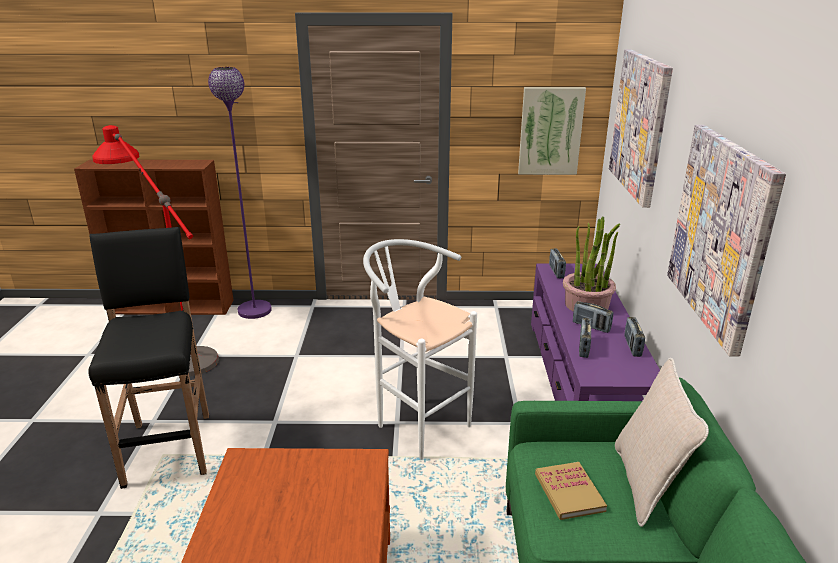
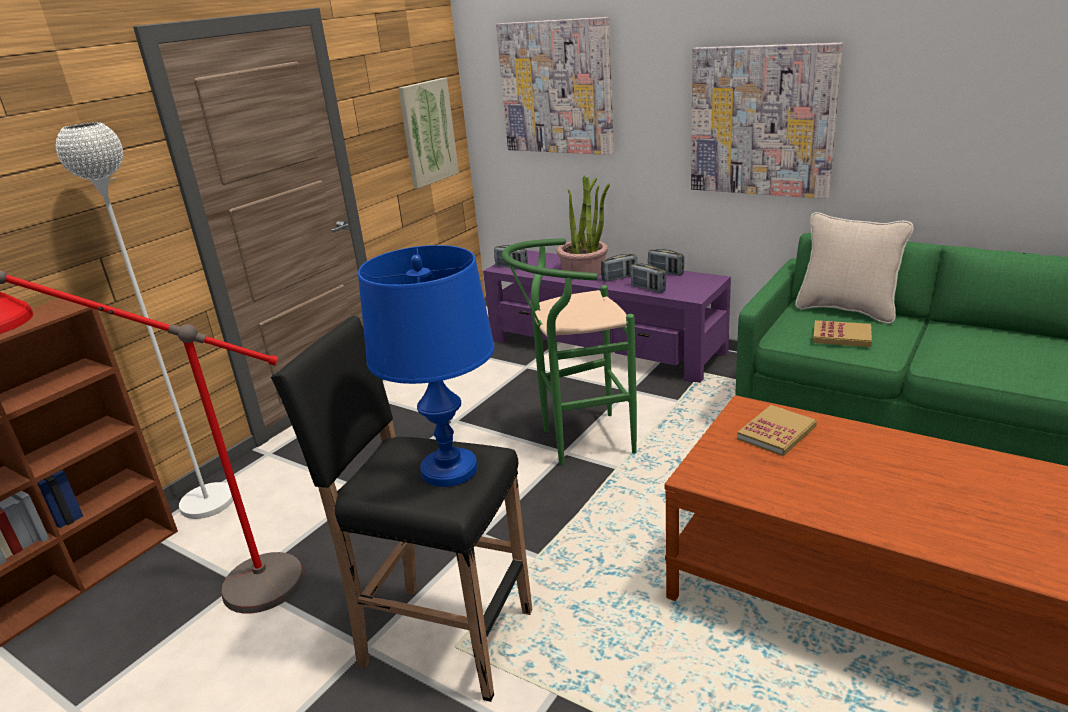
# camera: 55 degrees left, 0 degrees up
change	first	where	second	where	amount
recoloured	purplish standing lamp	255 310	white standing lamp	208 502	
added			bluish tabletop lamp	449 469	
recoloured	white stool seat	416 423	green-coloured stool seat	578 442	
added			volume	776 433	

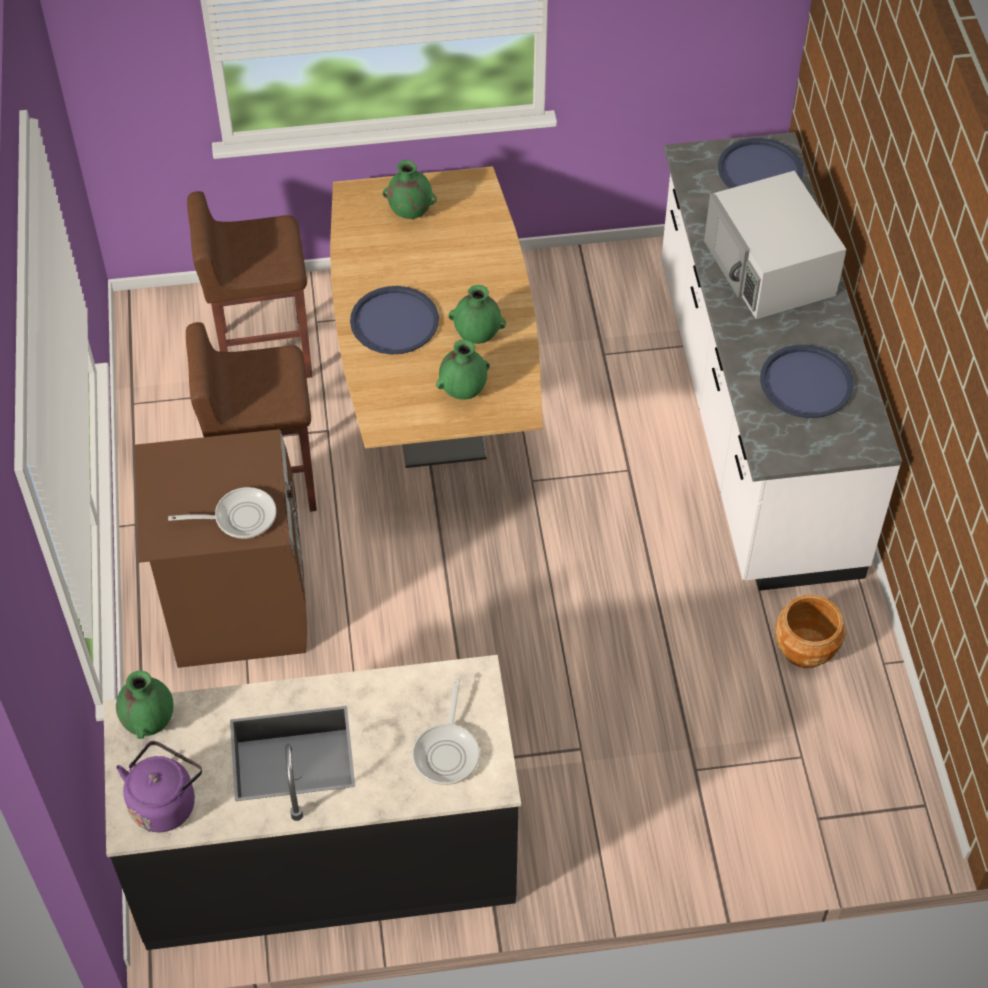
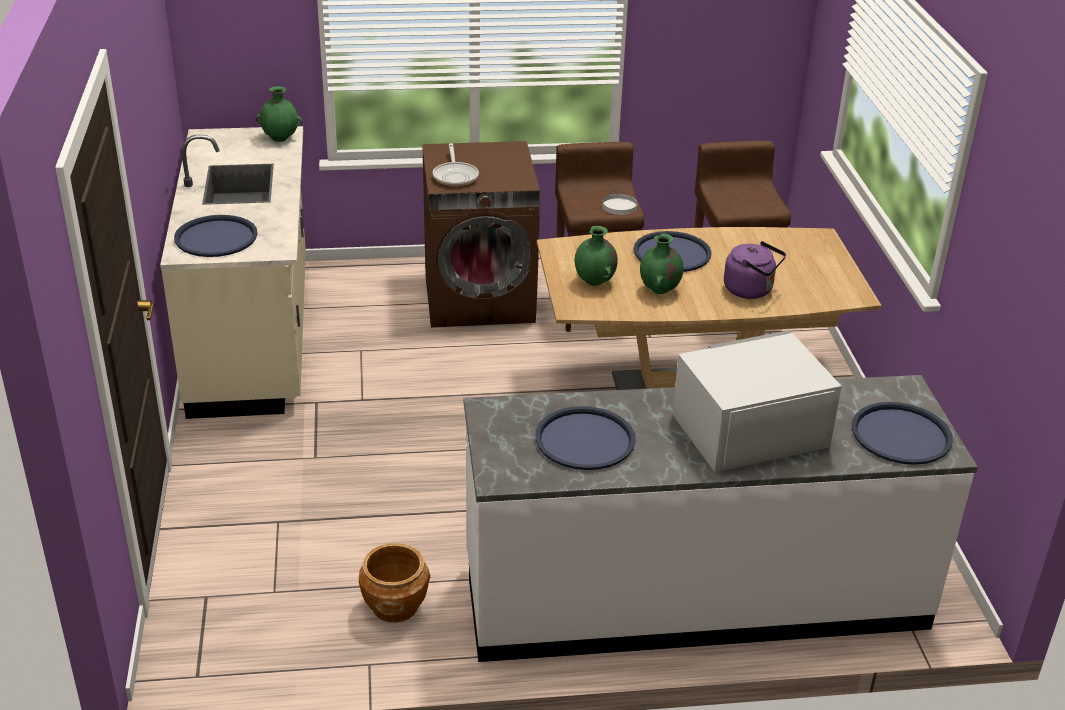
# camera: 90 degrees right, 20 degrees down
change	first	where	second	where	amount
recoloured	blackish counter	326 856	beige counter	254 336	
replaced	pan	447 751	bluish tray	216 237	
added			white flat dish	619 206	
moved	purplish kettle	165 802		751 290	
removed	green-coloured vase	410 213			

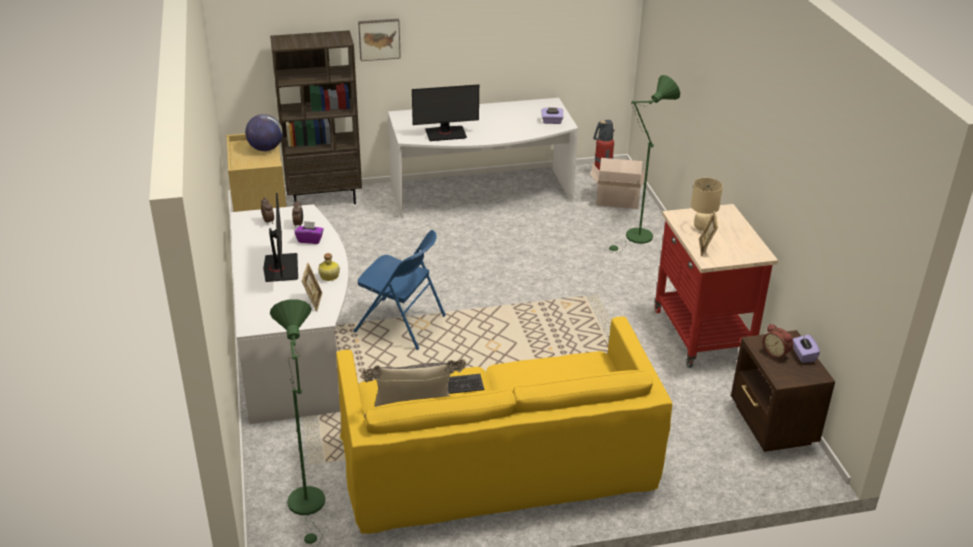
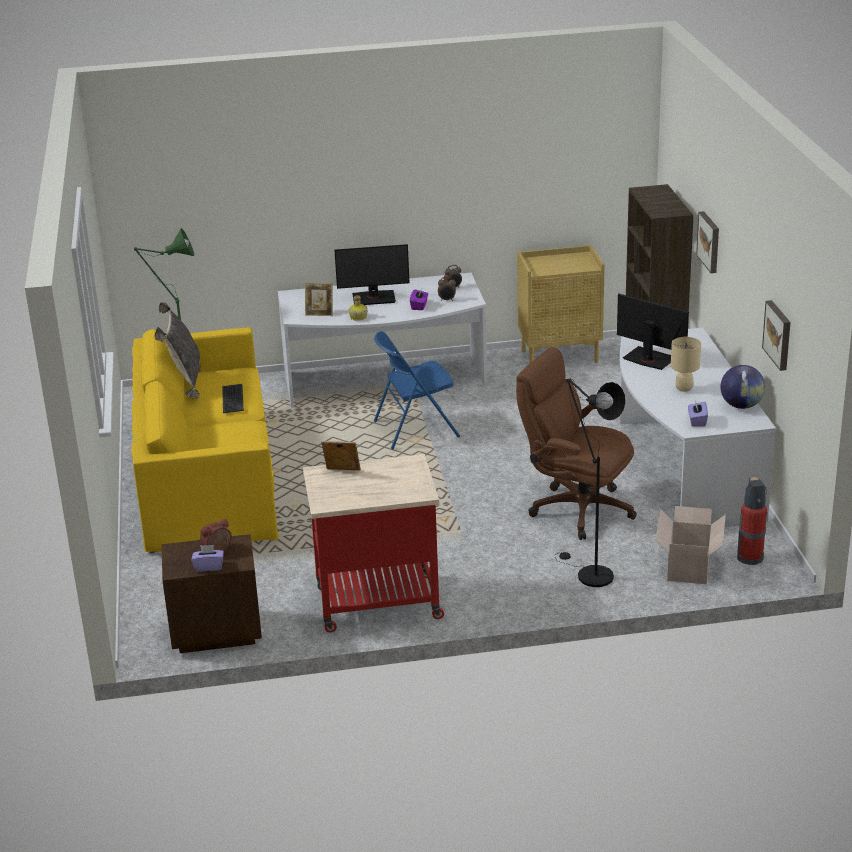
# camera: 95 degrees right, 5 degrees down
change	first	where	second	where	amount
turned	bluish plain chair	400 324		416 429	45 degrees clockwise
added			brownish computer chair	576 508	
recoloured	green-coloured standing lamp	636 238	blackish standing lamp	589 574	
turned	computer screen	445 133		649 359	135 degrees clockwise
moved	beige tabletop lamp	701 228		683 389	
moved	desk globe	265 149		741 406	
added			wall art	779 334	

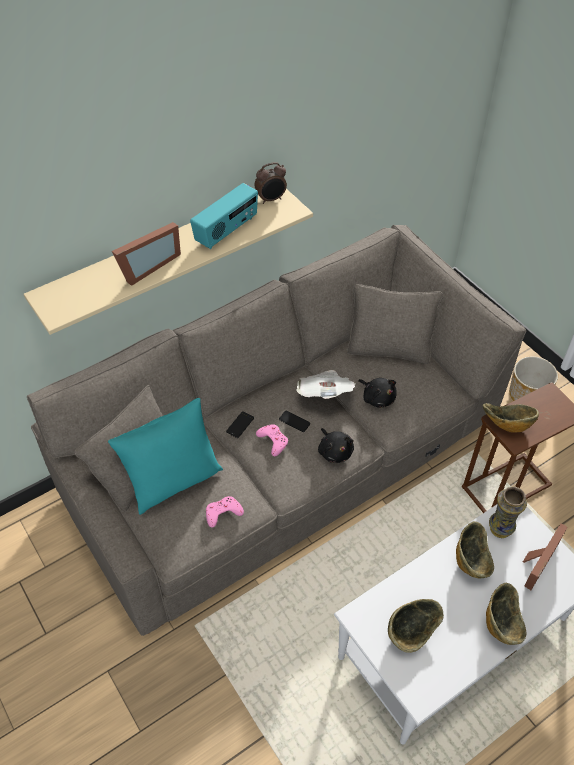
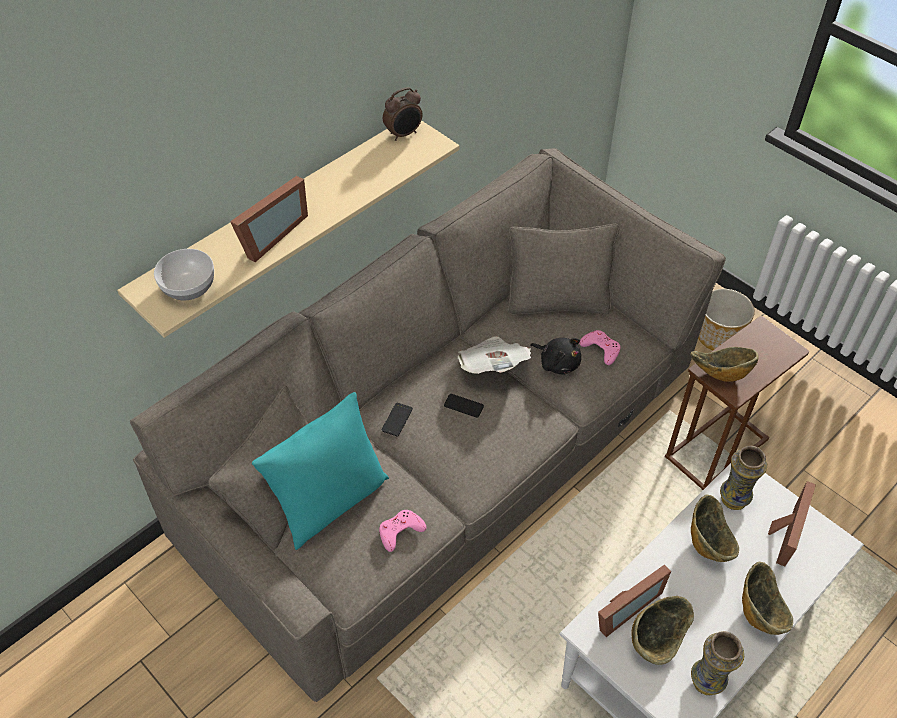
# camera: 10 degrees left, 0 degrees up
change	first	where	second	where	amount
added			bowl	190 287	
moved	pink-coloured joypad	273 441		601 349	
added			standing frame	622 607	
added			vase	707 682	
removed	radio receiver	227 231			
removed	blackish soft toy	335 451			

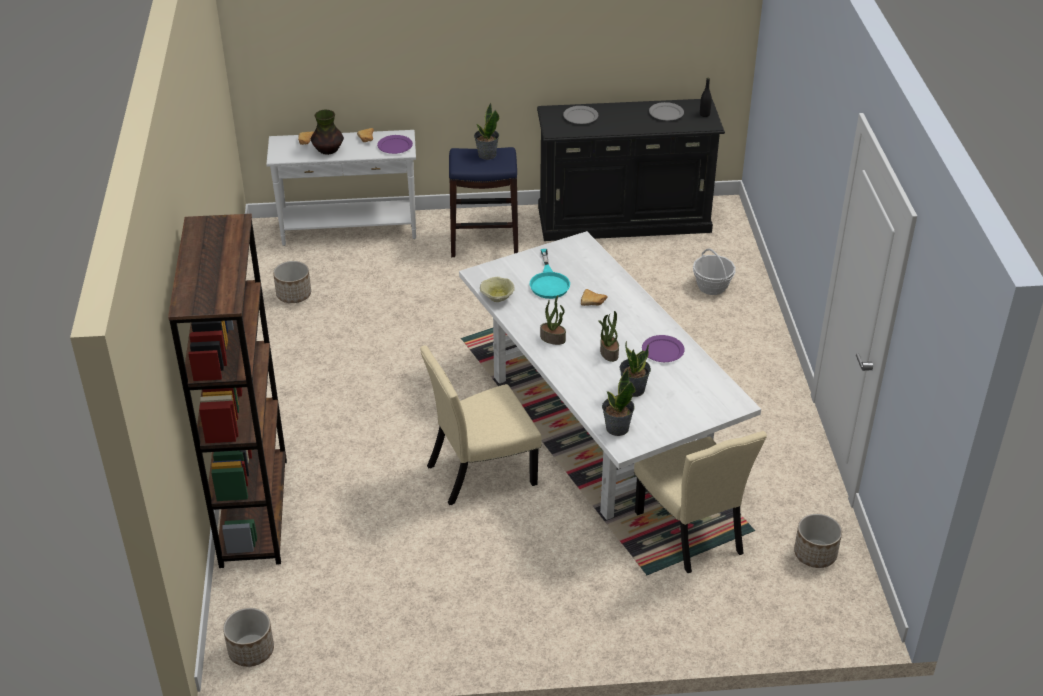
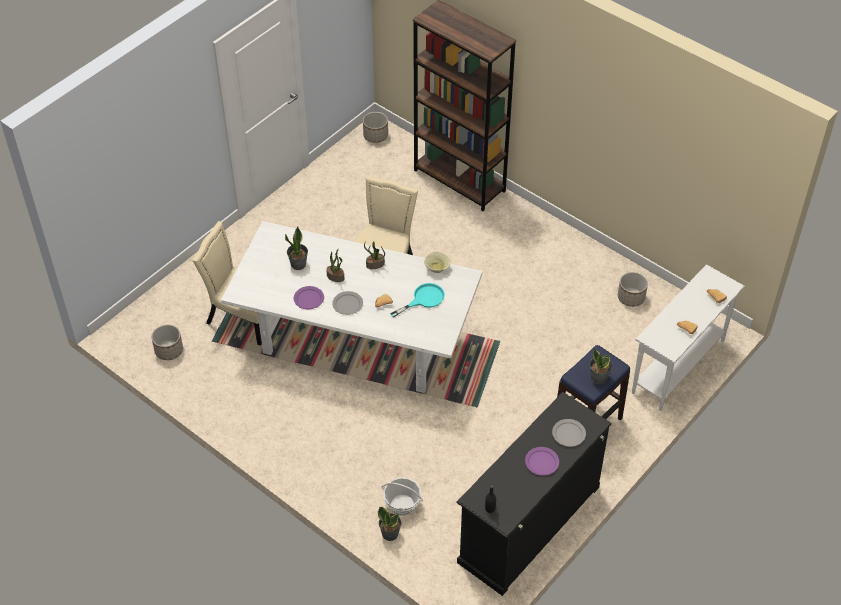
# camera: 135 degrees right, 10 degrees up
change	first	where	second	where	amount
moved	greyish flat dish	666 113		347 304	
moved	plant in a pot	617 428		390 533	
turned	turquoise pan	549 282		423 299	105 degrees clockwise
moved	purplish flat dish	394 146		542 462	
removed	vase	328 150			

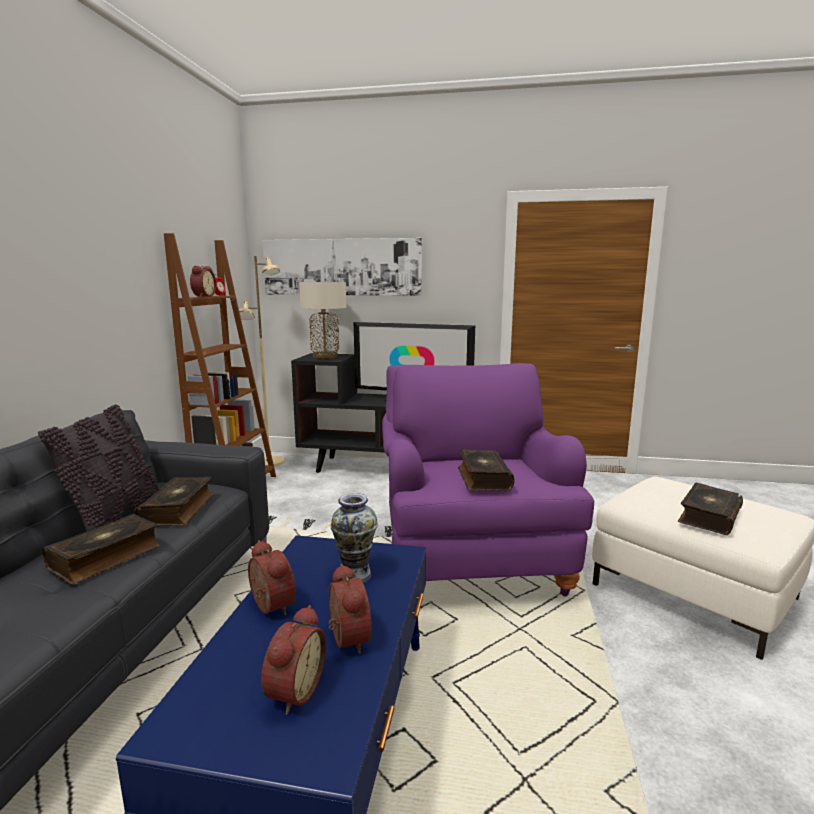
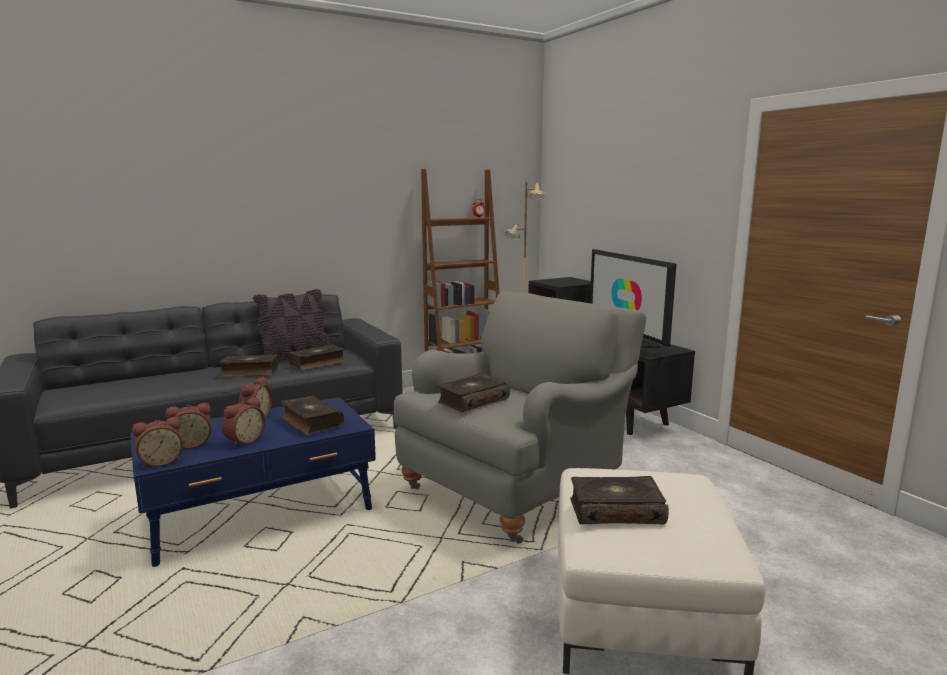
# camera: 50 degrees right, 0 degrees up
change	first	where	second	where	amount
moved	alarm clock	203 296		161 461	
replaced	vase	354 575	volume	310 423	
recoloured	purplish easy chair	470 555	greyish easy chair	517 487	
removed	wall art	341 267			
removed	tabletop lamp	325 357			

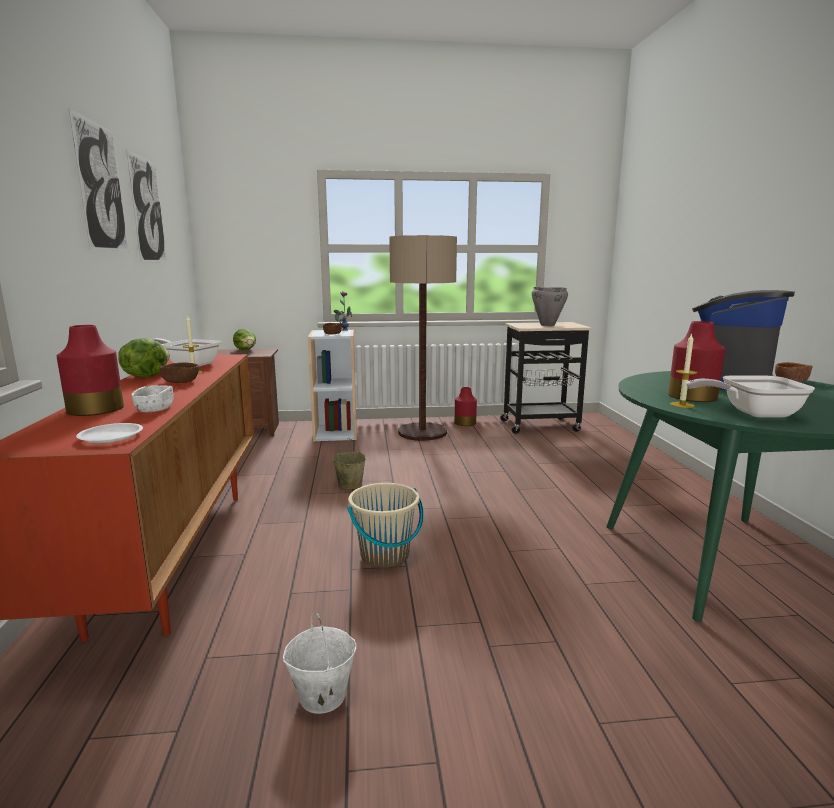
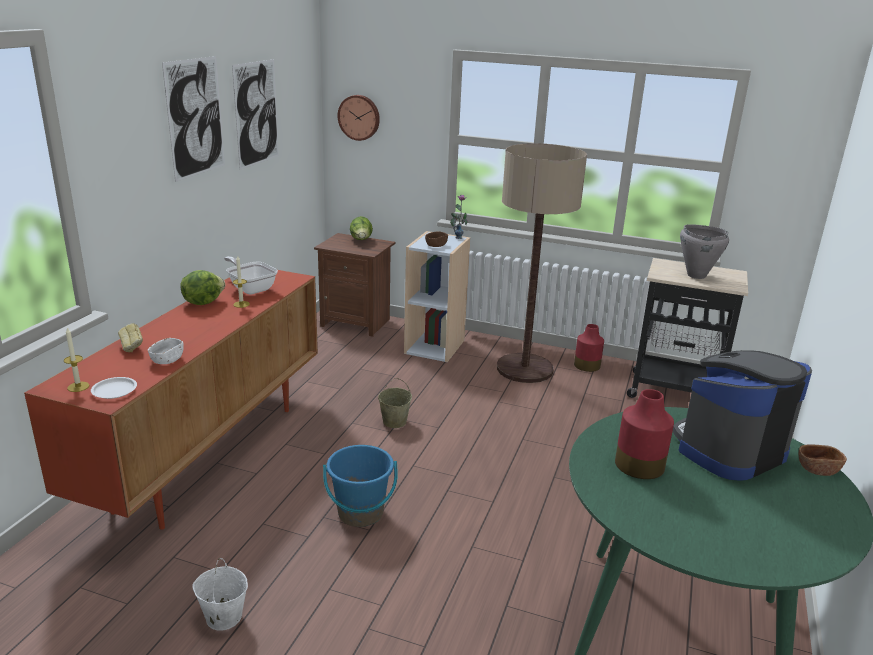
# camera: 25 degrees right, 10 degrees up
change	first	where	second	where	amount
moved	candle	682 405		78 387	
replaced	red-coloured vase	94 409	bread	132 348	
recoloured	beige bucket	385 556	bluish bucket	360 513	
added			wall clock	359 117	
removed	brownish bowl	180 381			
removed	pan	752 413			

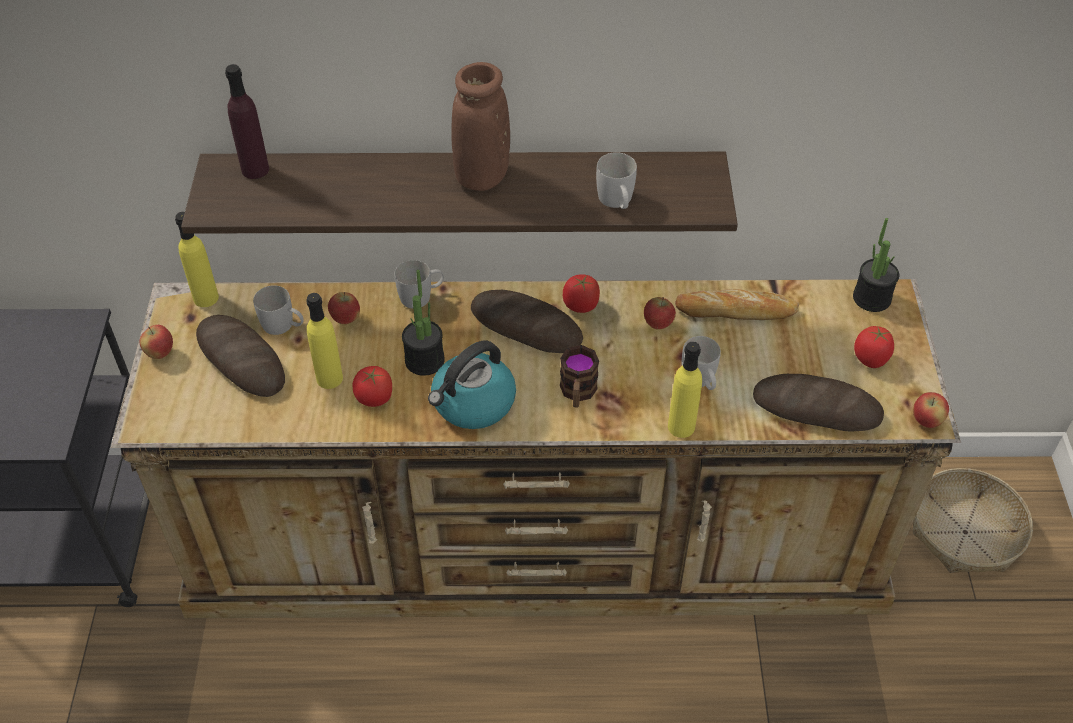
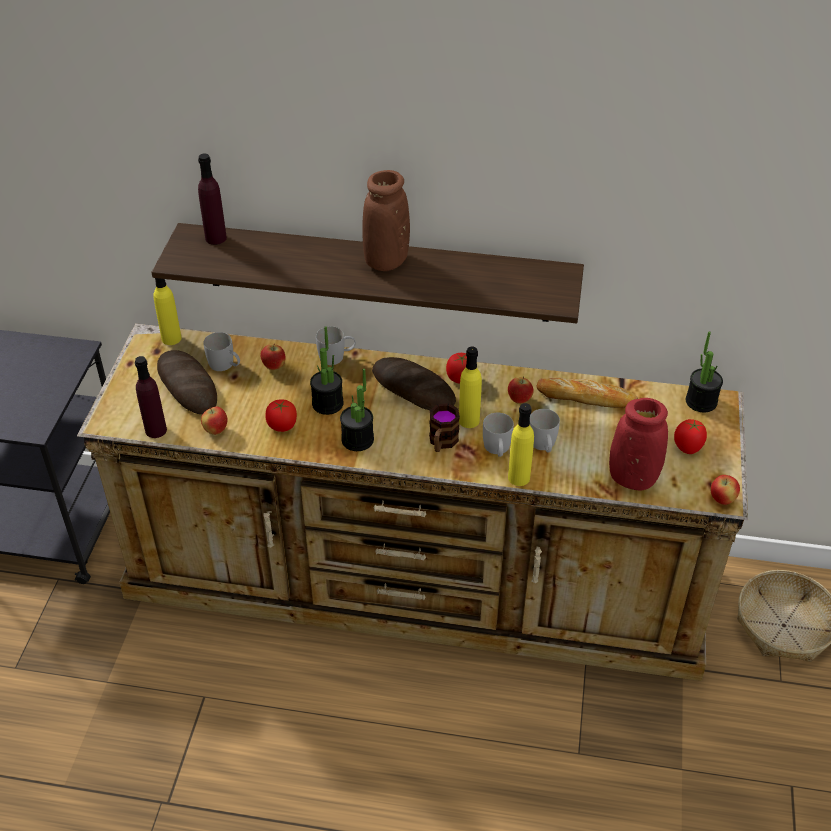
# camera: 10 degrees right, 5 degrees down
change	first	where	second	where	amount
added			purplish beverage bottle	156 430	
moved	apple fruit	160 353		216 430	
replaced	kettle	473 404	plant in a pot	357 440	
moved	yellow-coloured beverage bottle	329 378		469 420	
moved	white tea mug	617 202		497 450	
replaced	bread	816 408	red-coloured vase	633 478	

